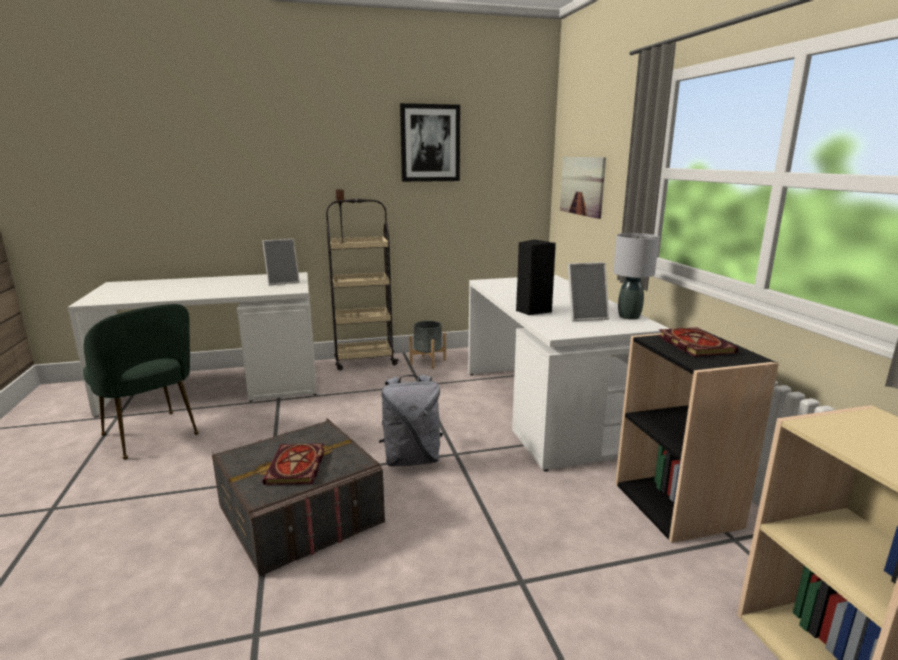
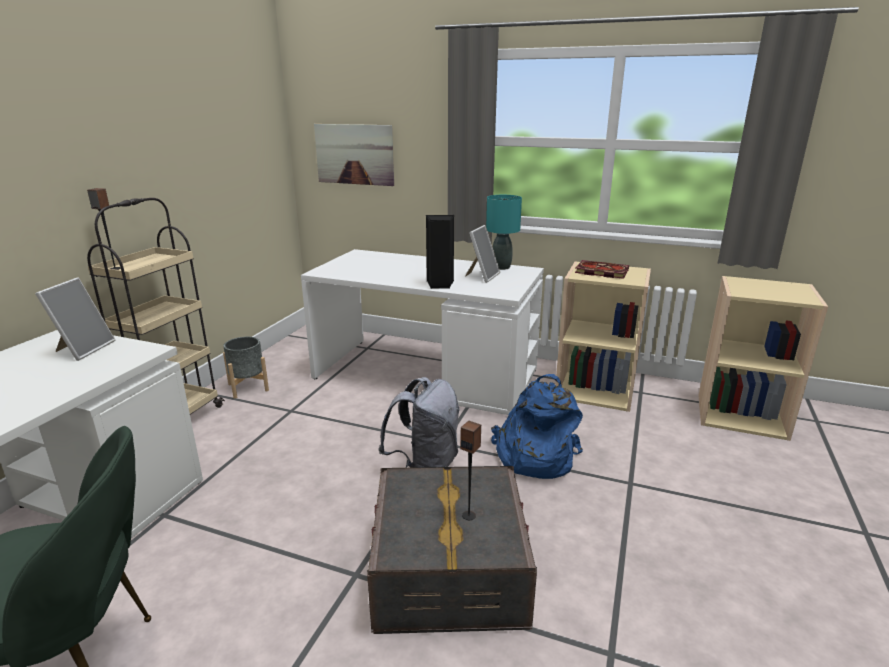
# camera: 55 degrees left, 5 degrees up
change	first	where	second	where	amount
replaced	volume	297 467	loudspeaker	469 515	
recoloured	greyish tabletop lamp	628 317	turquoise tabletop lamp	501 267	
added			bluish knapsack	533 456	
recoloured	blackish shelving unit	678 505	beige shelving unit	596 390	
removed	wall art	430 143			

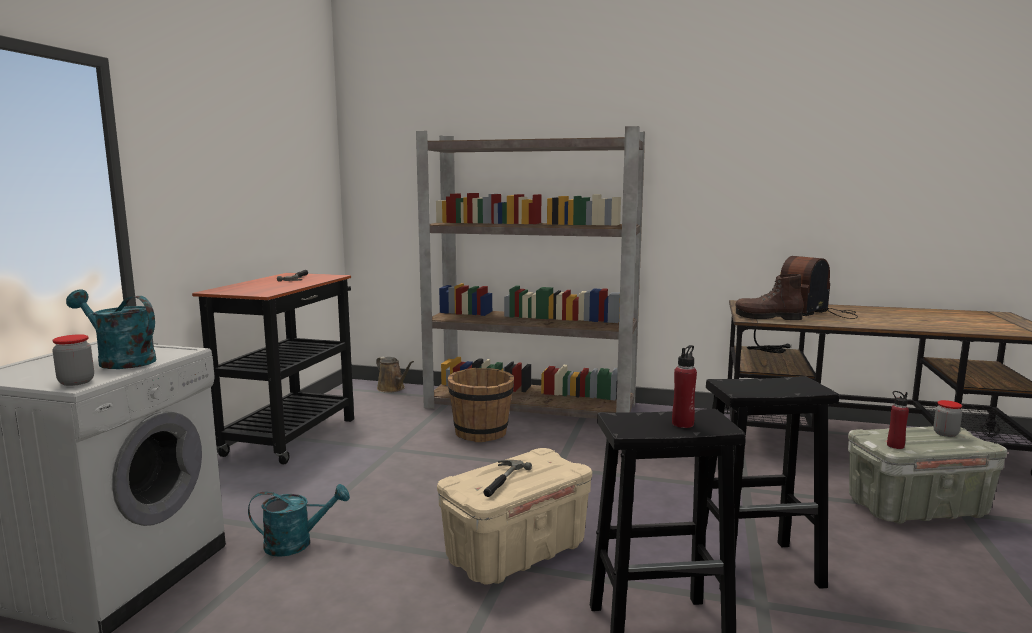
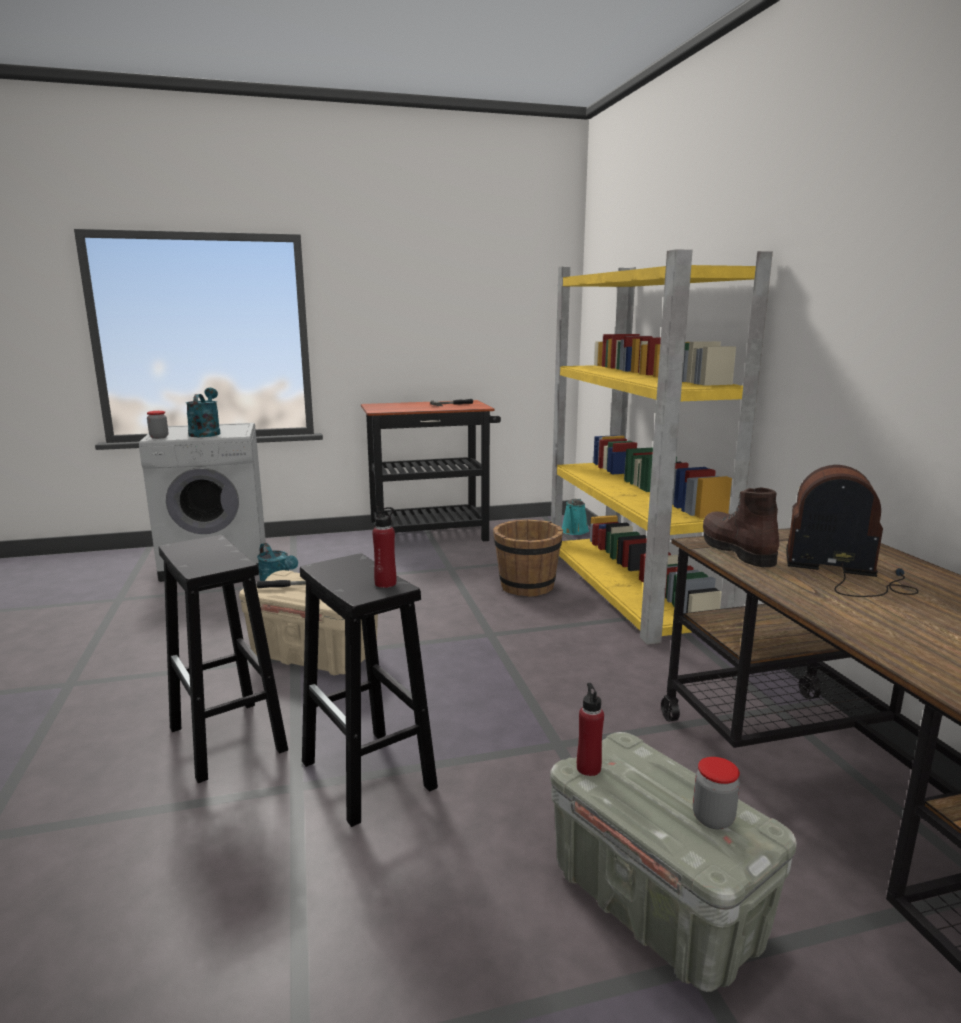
# camera: 60 degrees right, 5 degrees up
change	first	where	second	where	amount
moved	red-coloured beverage bottle	683 424		385 583	
recoloured	brownish shelving unit	530 405	yellow-coloured shelving unit	627 587	
recoloured	brownish watering can	392 389	turquoise watering can	574 531	

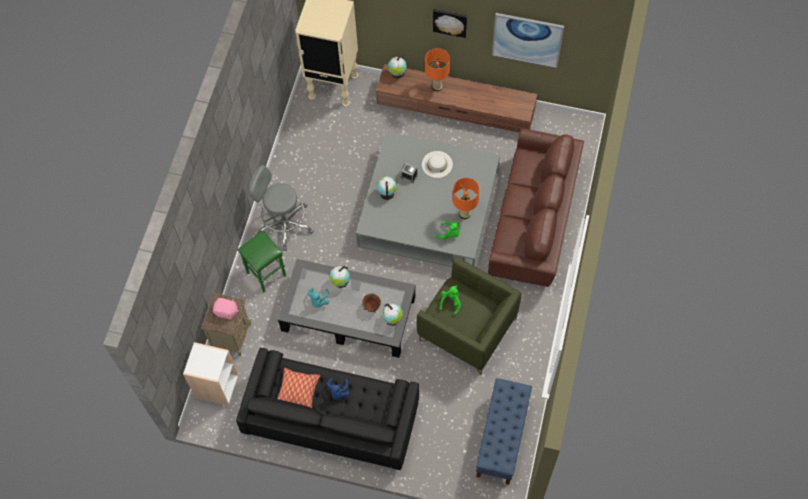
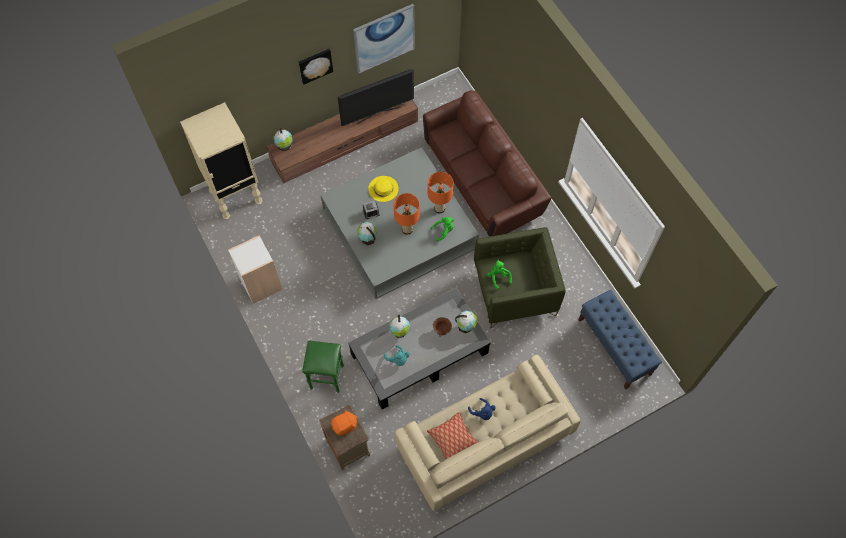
# camera: 45 degrees left, 0 degrees up
change	first	where	second	where	amount
moved	shelving unit	217 386		261 284	
recoloured	pink-coloured soft toy	226 311	orangey soft toy	345 426	
added			television	378 115	
recoloured	white clothing hat	437 164	yellow-coloured clothing hat	383 188	
moved	orangey tabletop lamp	437 87		407 229	
recoloured	blackish settee	331 418	beige settee	485 440	
removed	greyish stool seat	284 224			

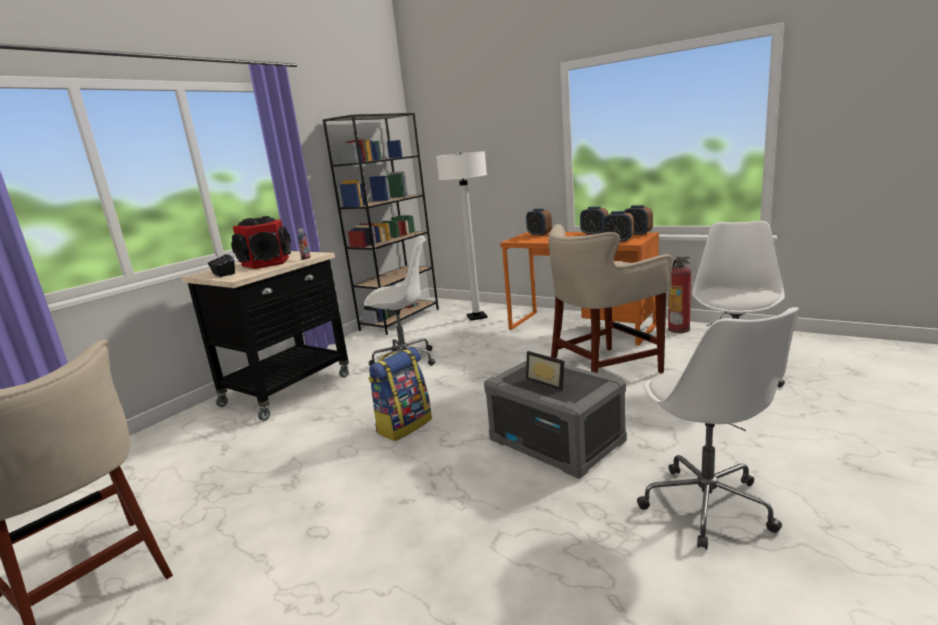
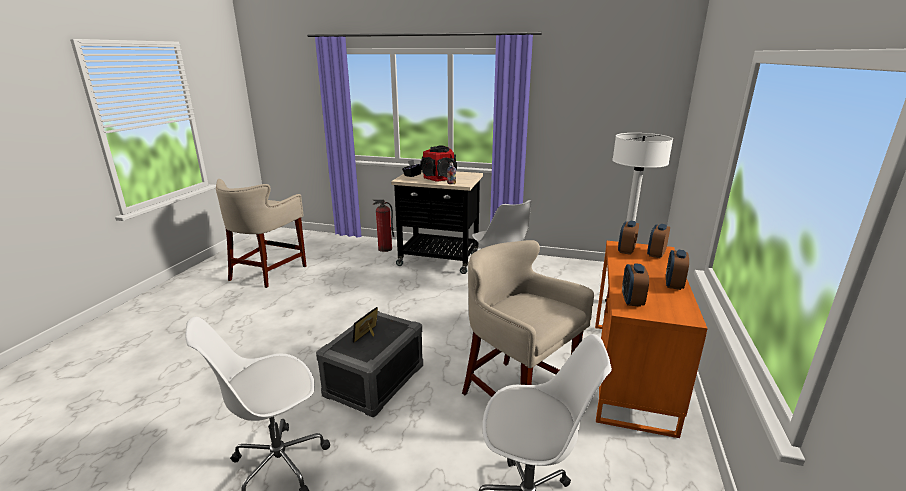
# camera: 70 degrees right, 5 degrees up
change	first	where	second	where	amount
moved	fire-fighting cylinder	679 329		385 249	
moved	alarm clock	637 234		626 250	
removed	beige shelving unit	400 319			
removed	knapsack	404 425			

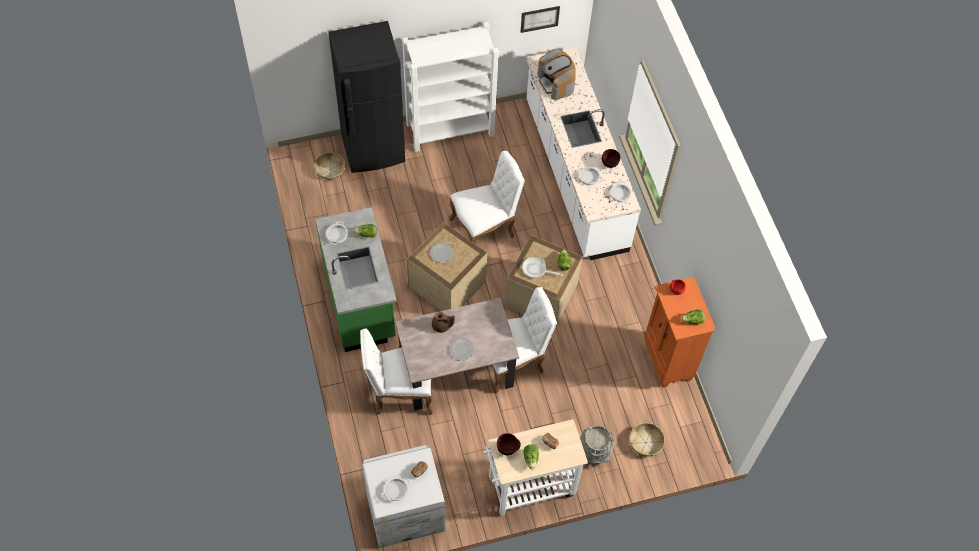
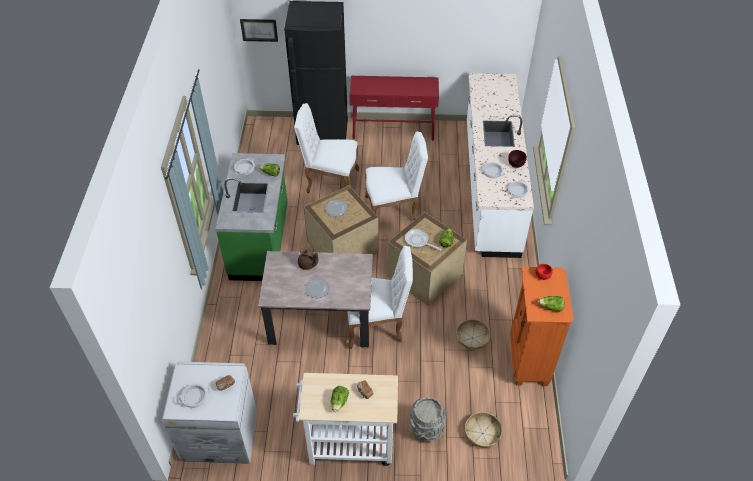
# camera: 20 degrees right, 10 degrees down
change	first	where	second	where	amount
moved	wall art	539 19		259 30	
moved	white plain chair	400 391		331 182	
replaced	white shelving unit	450 129	red-coloured console table	393 131	
moved	basket	330 169		472 338	
removed	brownish bowl	508 449			
removed	coffee brewer	556 83			

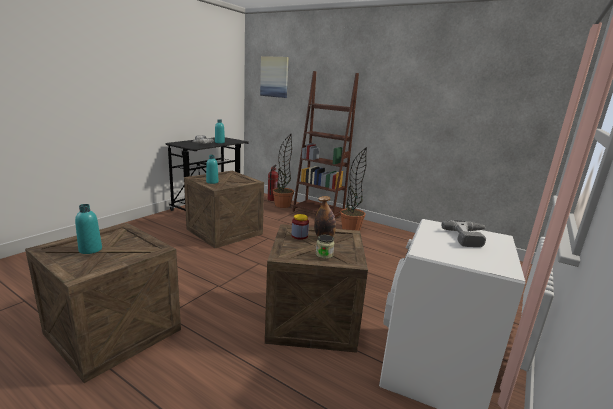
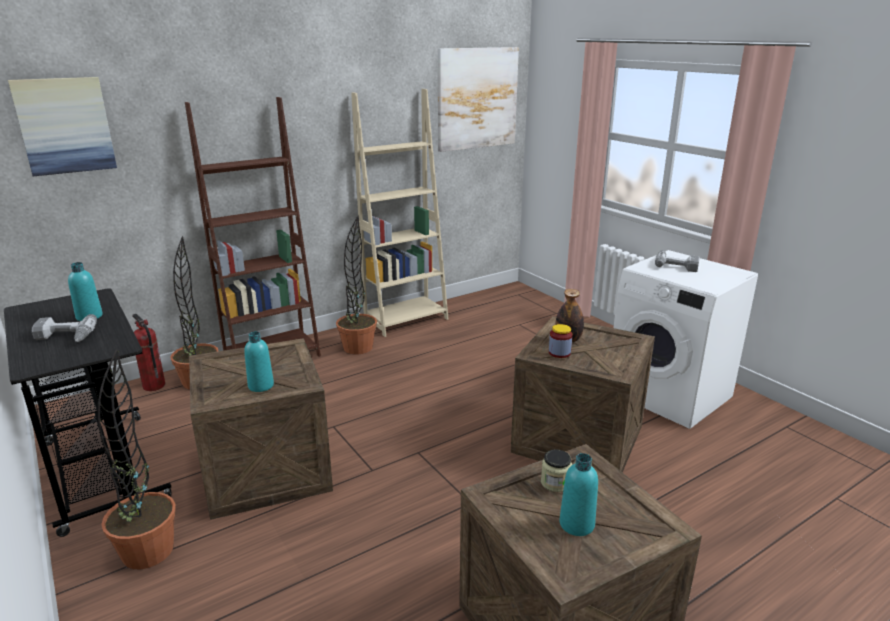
# camera: 65 degrees left, 5 degrees up
change	first	where	second	where	amount
added			plant in a pot	148 551	
added			beige shelving unit	406 320	
added			wall art	477 98	
moved	storage jar	324 254		555 483	

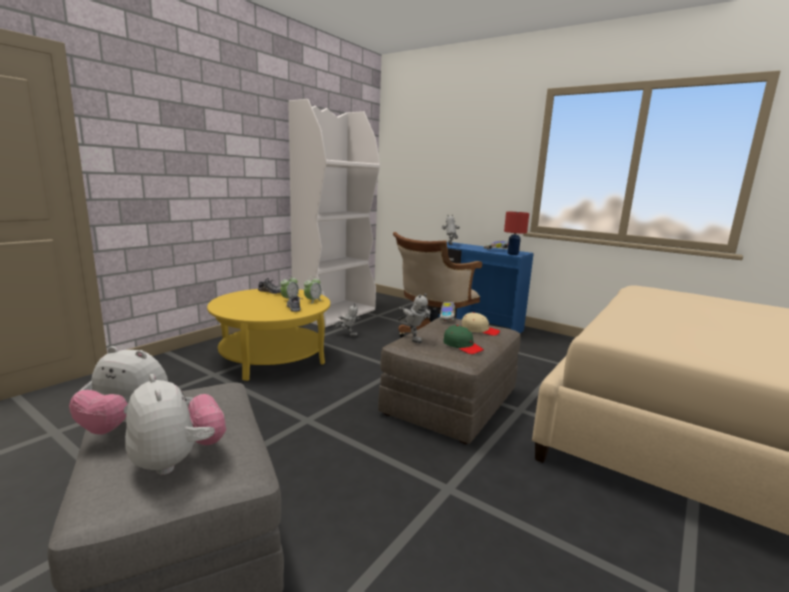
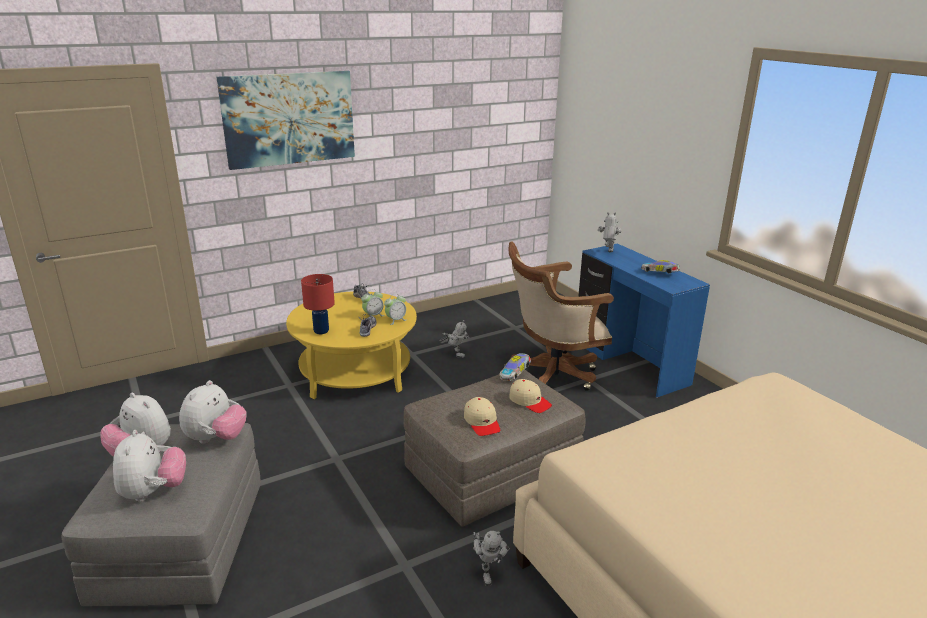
# camera: 25 degrees right, 10 degrees up
change	first	where	second	where	amount
added			soft toy	216 438	
added			wall art	289 119	
moved	red-coloured tabletop lamp	512 254		320 331	
recoloured	green-coloured cap	462 346	beige cap	482 422	
moved	toy robot	412 339		487 571	
removed	white shelving unit	335 313			

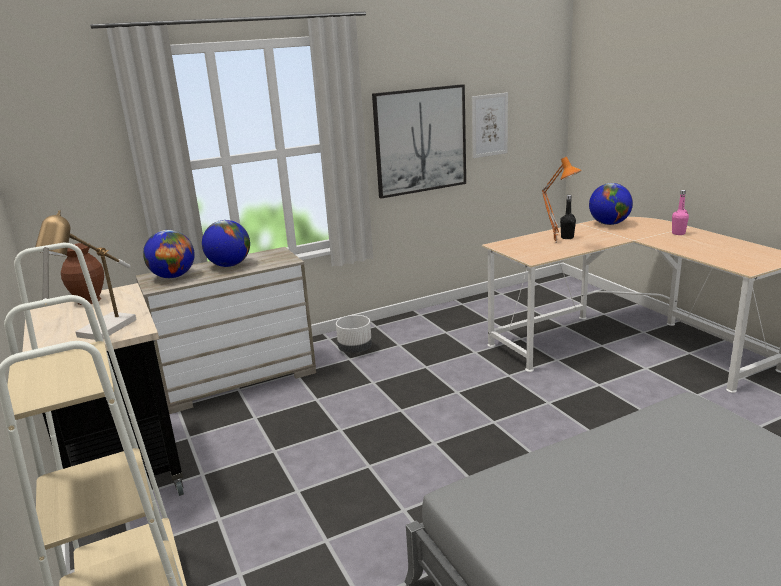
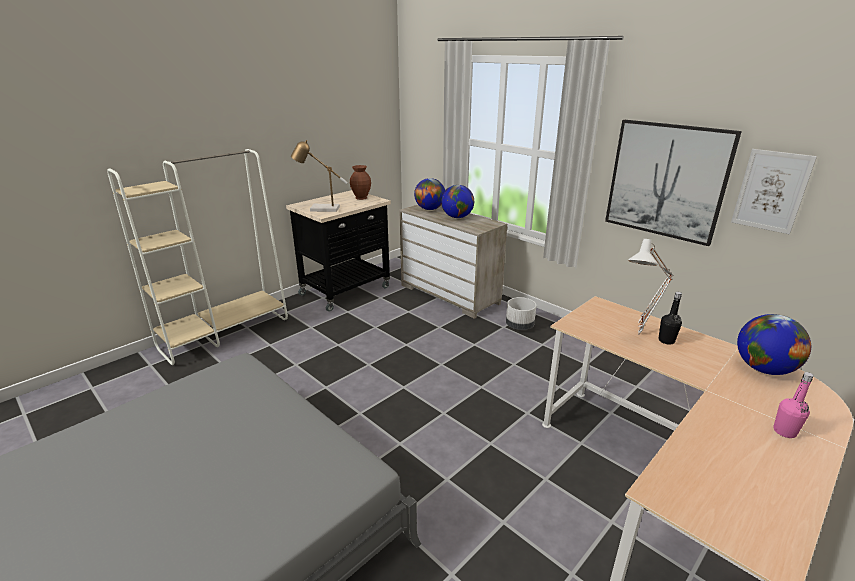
# camera: 70 degrees right, 5 degrees up
change	first	where	second	where	amount
recoloured	orangey tabletop lamp	557 242	white tabletop lamp	641 335	

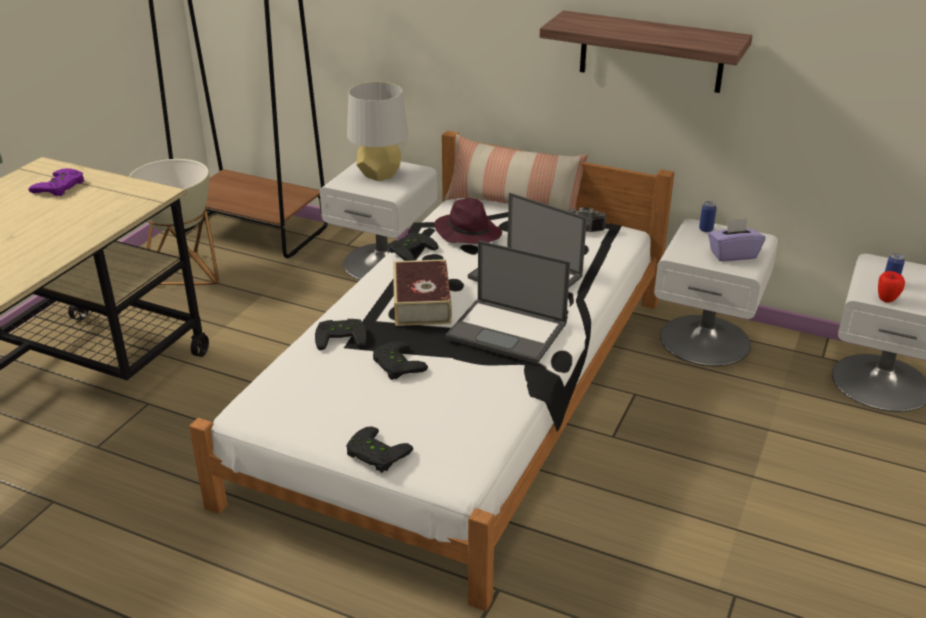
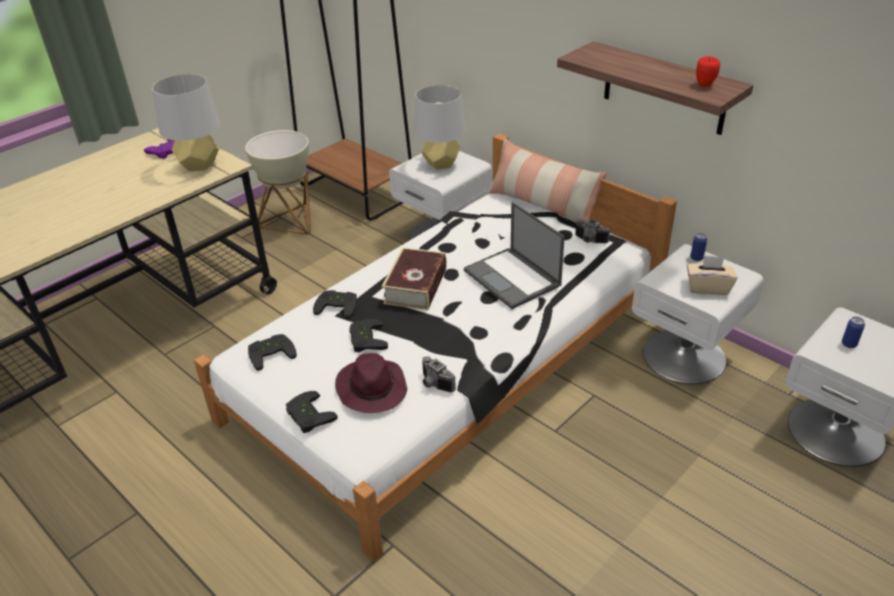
# camera: 20 degrees right, 5 degrees up
change	first	where	second	where	amount
added			greyish tabletop lamp	199 165	
moved	blackish joypad	410 249		271 353	
moved	purplish clothing hat	467 232		371 389	
added			photo camera	434 384	
recoloured	purplish tissue holder	732 254	beige tissue holder	708 287	
moved	apple fruit	886 299		705 85	
removed	portable computer	508 331			

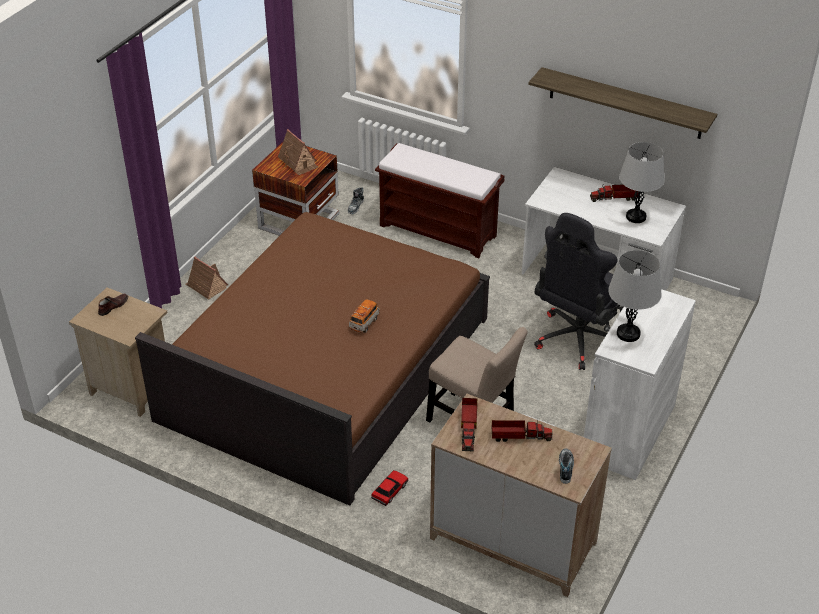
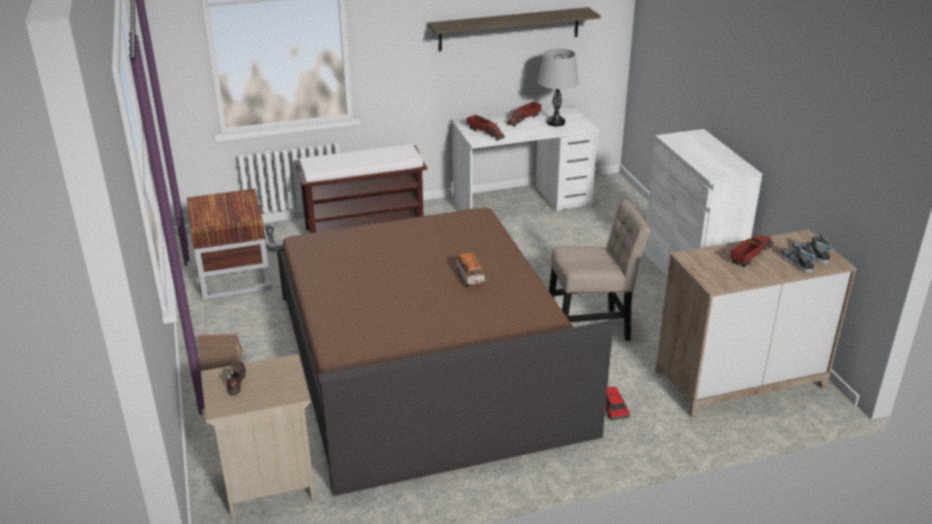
# camera: 45 degrees left, 10 degrees down
change	first	where	second	where	amount
moved	toy truck	468 428		485 132	
added			shoe	796 263	
removed	toy house	298 163			
removed	blackish computer chair	578 338			
removed	greyish tabletop lamp	628 334			

